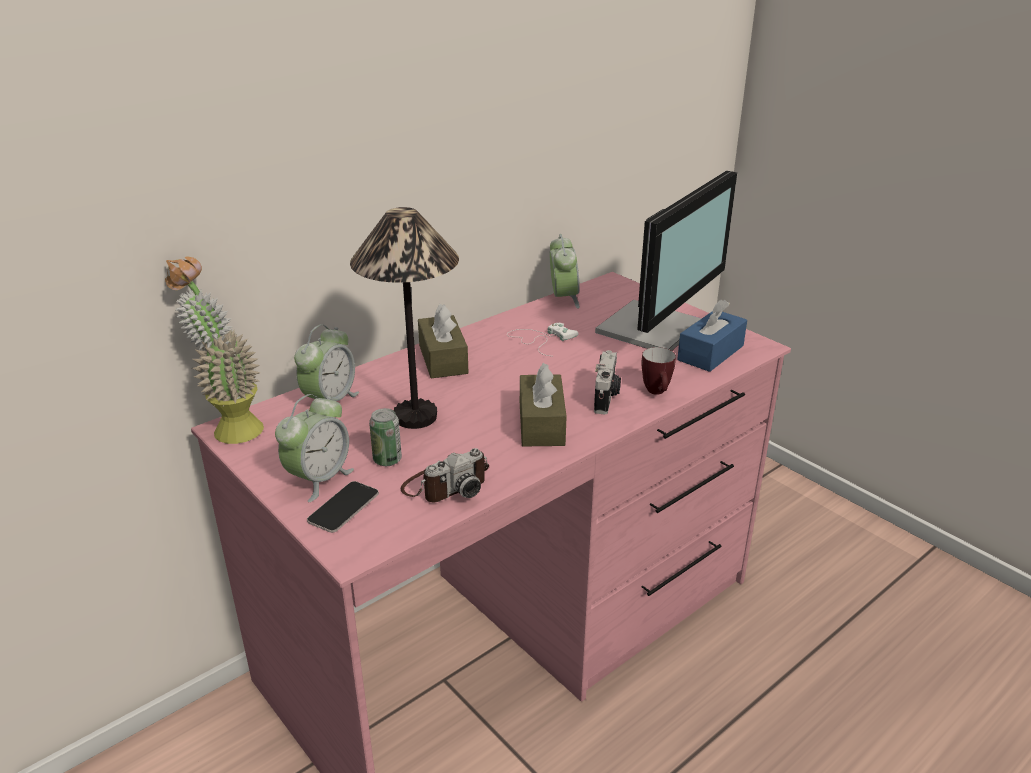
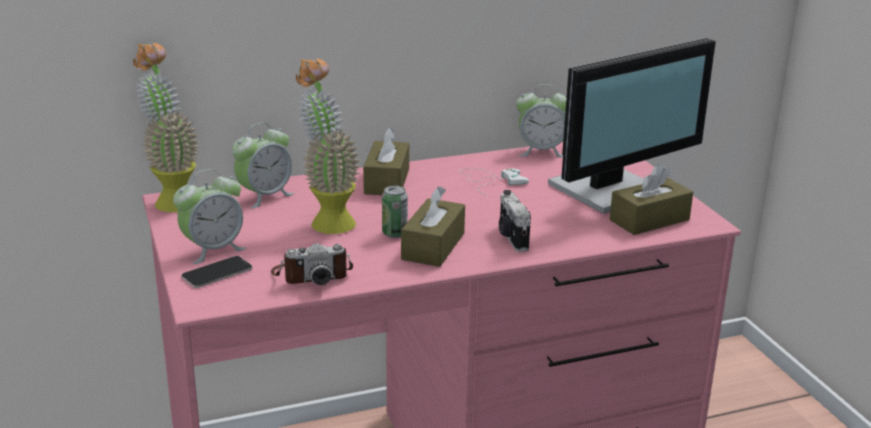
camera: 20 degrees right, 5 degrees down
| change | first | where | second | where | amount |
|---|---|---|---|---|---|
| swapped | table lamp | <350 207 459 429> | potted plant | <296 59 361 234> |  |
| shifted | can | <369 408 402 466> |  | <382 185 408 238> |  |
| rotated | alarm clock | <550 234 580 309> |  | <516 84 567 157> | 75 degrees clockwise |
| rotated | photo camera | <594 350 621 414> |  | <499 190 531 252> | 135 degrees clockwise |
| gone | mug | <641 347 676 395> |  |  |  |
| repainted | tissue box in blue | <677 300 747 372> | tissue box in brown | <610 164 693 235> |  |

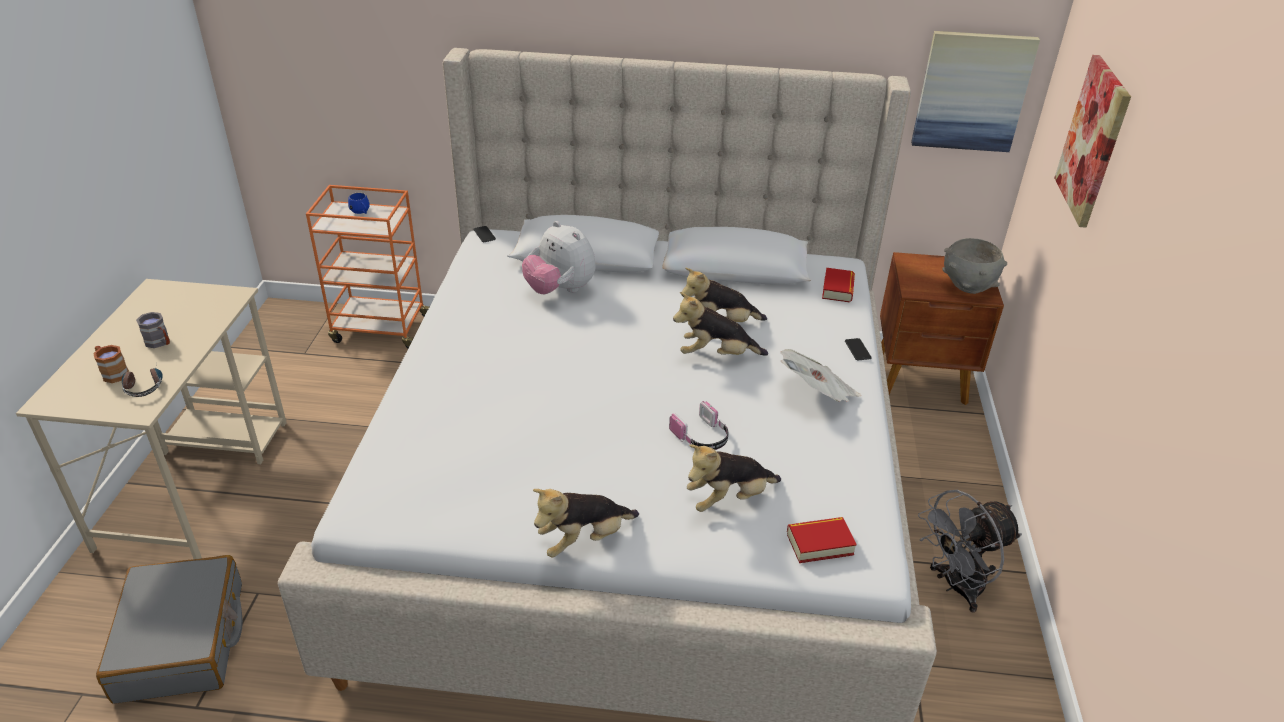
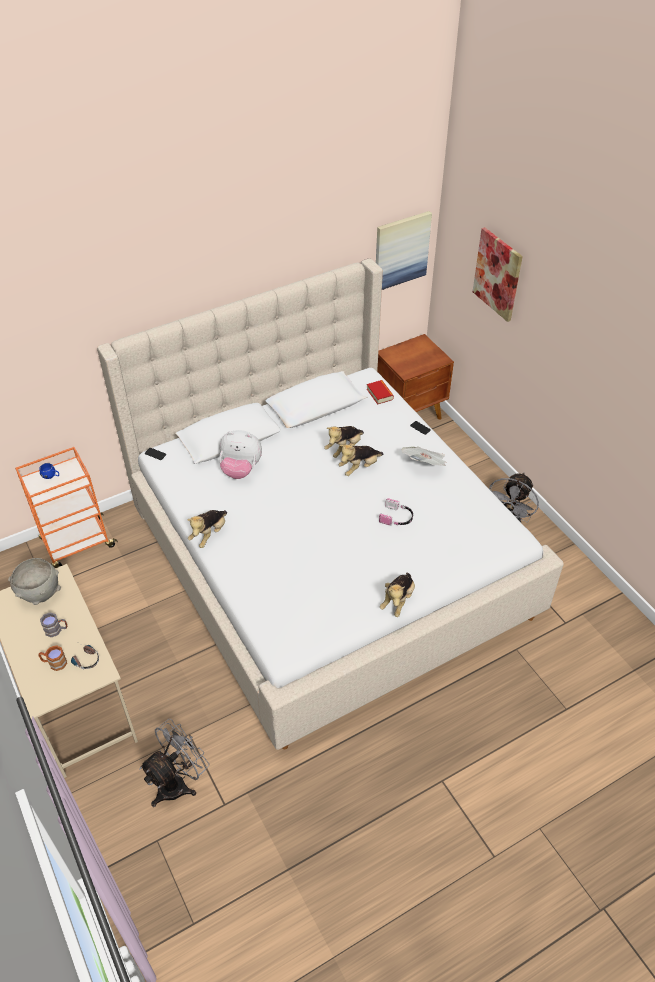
camera: 35 degrees left, 10 degrees up
| change | first | where | second | where | amount |
|---|---|---|---|---|---|
| swapped | suitcase in grey | <96 555 243 704> | fan in grey | <139 719 209 807> |  |
| shifted | plush toy | <687 444 781 512> |  | <187 510 227 548> |  |
| gone | book | <787 517 857 563> |  |  |  |
| shifted | bowl in grey | <942 238 1007 294> |  | <8 558 61 605> |  |

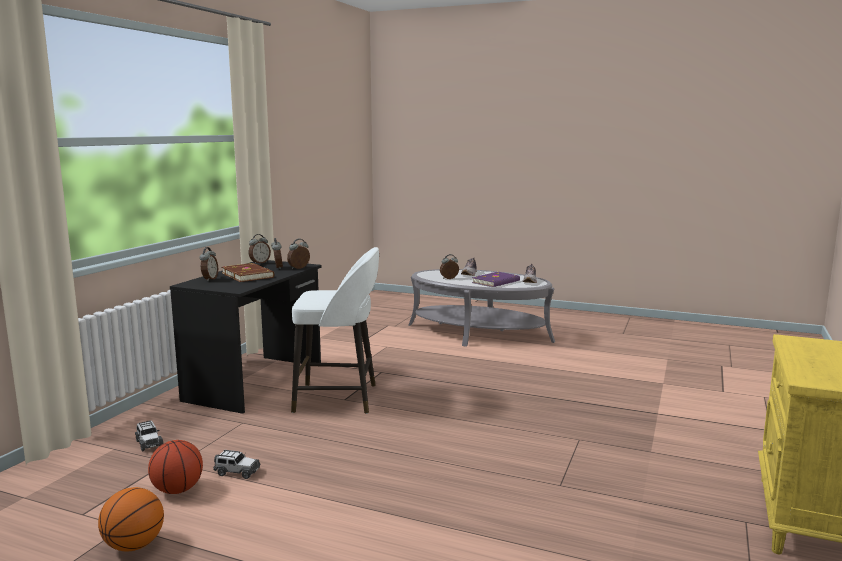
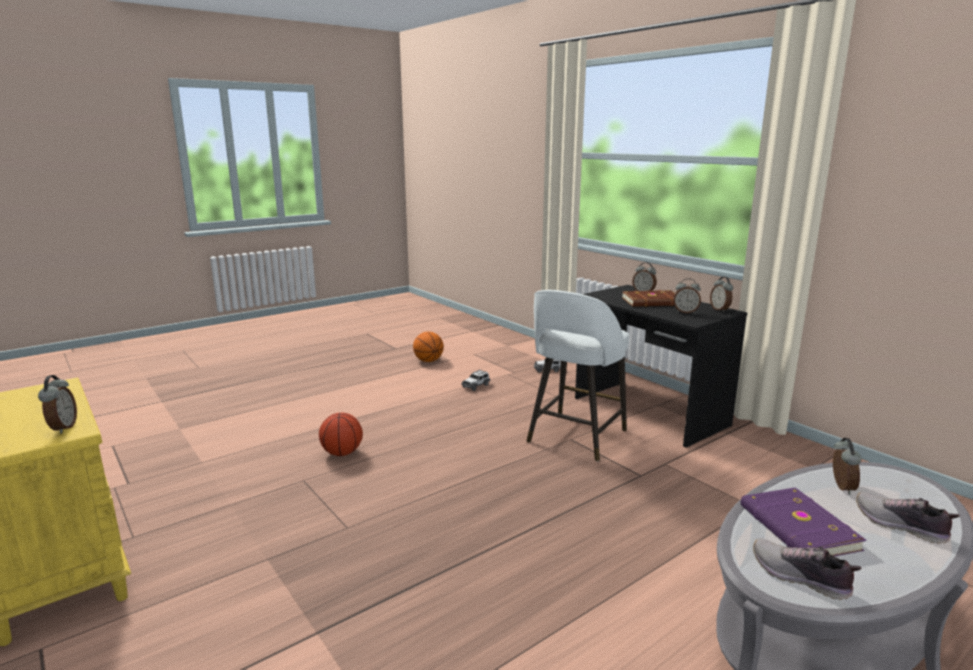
camera: 120 degrees right, 5 degrees up
| change | first | where | second | where | amount |
|---|---|---|---|---|---|
| shifted | basketball | <148 440 203 494> |  | <319 413 363 456> |  |
| shifted | alarm clock | <287 239 310 269> |  | <38 375 77 434> |  |

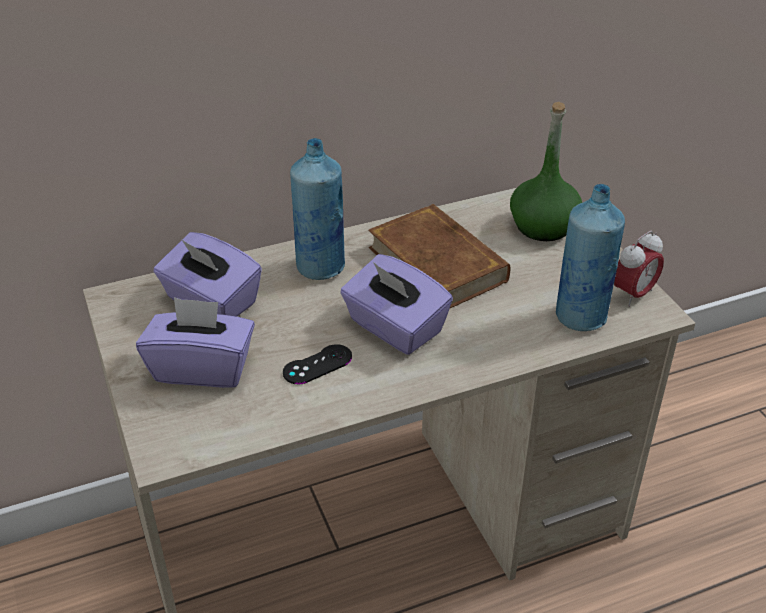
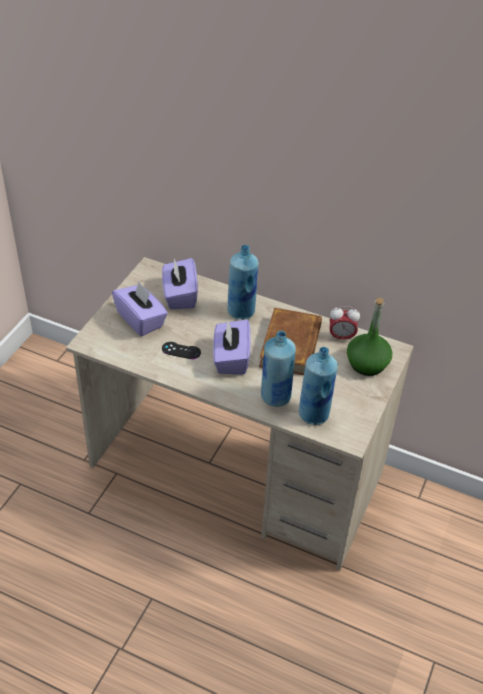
camera: 45 degrees right, 5 degrees up
| change | first | where | second | where | amount |
|---|---|---|---|---|---|
| shifted | alarm clock | <614 231 664 307> |  | <329 306 360 340> |  |
| new |  |  | bottle in blue | <261 331 296 407> |  |

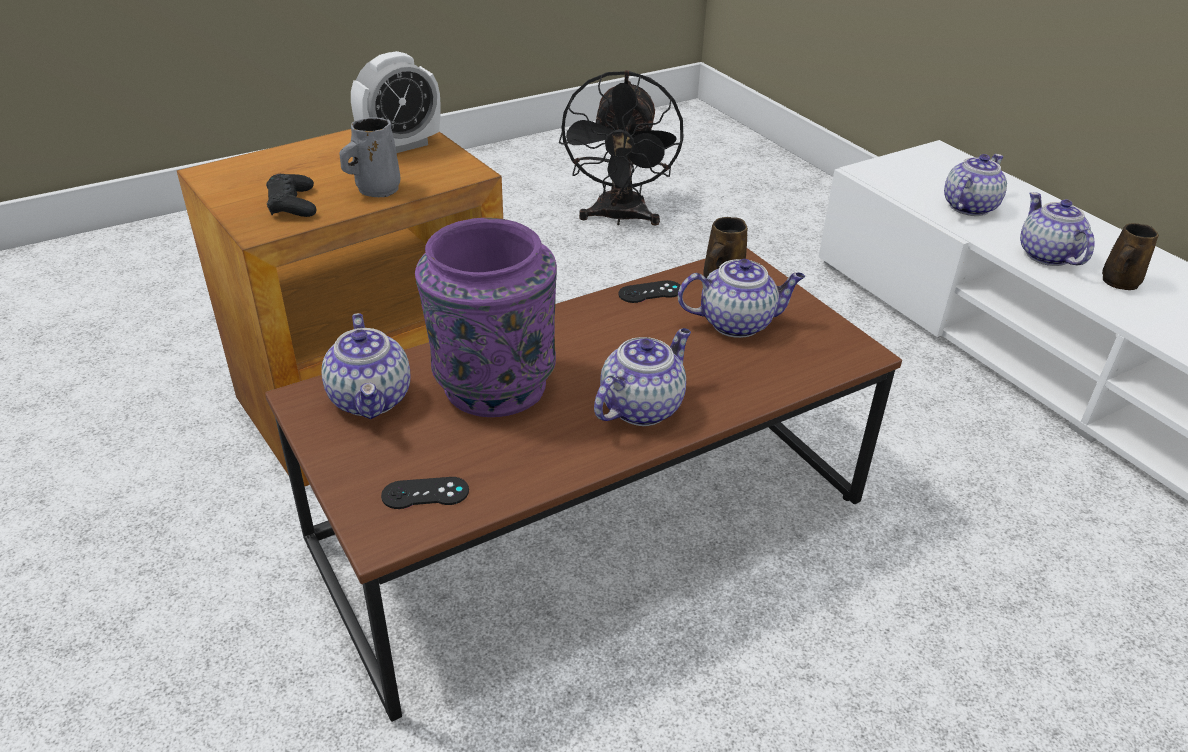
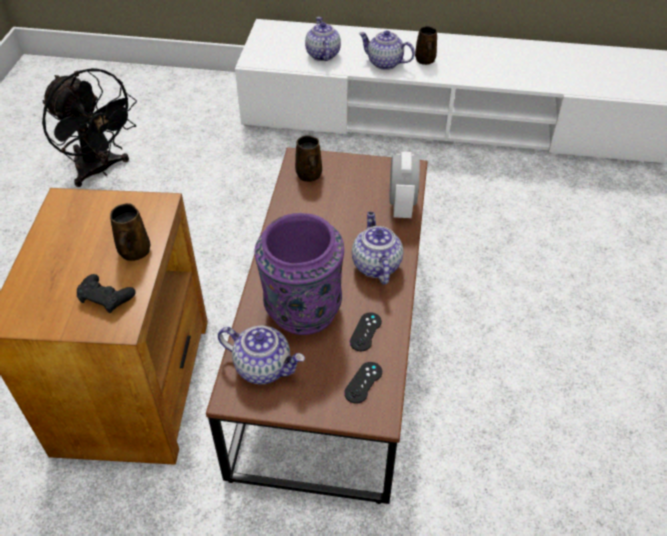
camera: 50 degrees left, 10 degrees up
| change | first | where | second | where | amount |
|---|---|---|---|---|---|
| repainted | mug in grey | <340 117 400 197> | mug in brown | <110 203 150 261> |  |
| shifted | alarm clock | <351 51 441 153> |  | <389 152 420 218> |  |
| shifted | game controller in black | <618 280 681 303> |  | <350 312 382 351> |  |
| gone | teapot | <678 259 805 338> |  |  |  |

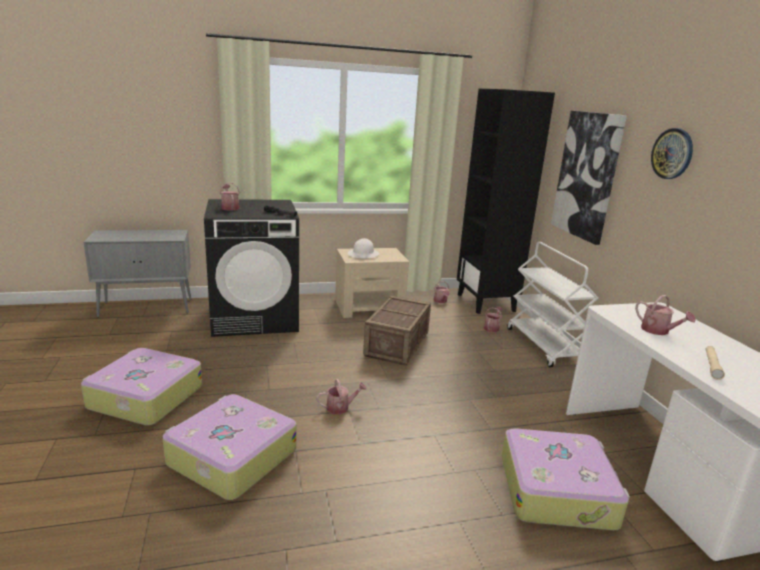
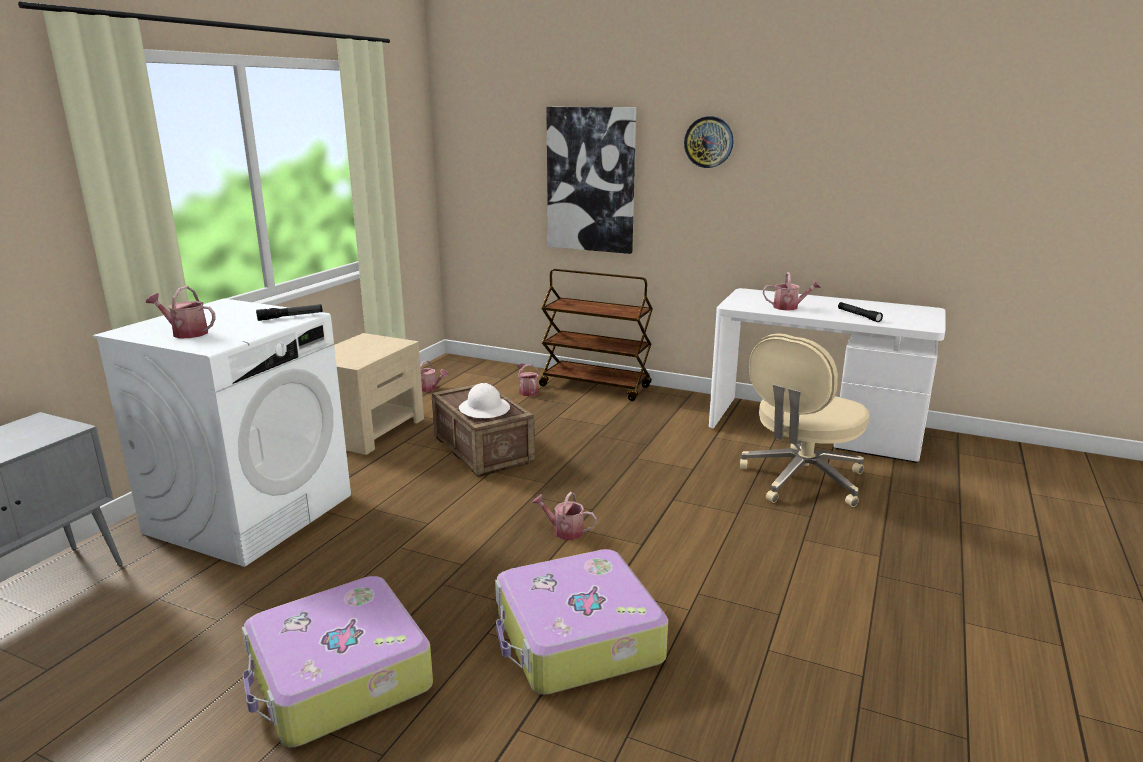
camera: 50 degrees left, 0 degrees up
| change | first | where | second | where | amount |
|---|---|---|---|---|---|
| repainted | washing machine in black | <204 199 299 337> | washing machine in white | <93 298 351 567> |  |
| rotated | watering can | <317 379 367 415> |  | <532 492 597 540> | 90 degrees counterclockwise |
| shifted | hard hat in white | <348 238 379 259> |  | <459 383 510 418> |  |
| gone | bookcase in black | <457 89 555 314> |  |  |  |
| swapped | suitcase | <502 428 630 530> | office chair in beige | <739 333 870 507> |  |
| repainted | cart in white | <507 242 598 367> | cart in brown | <539 269 653 401> |  |
| repainted | flashlight in beige | <706 346 725 380> | flashlight in black | <838 302 883 322> |  |

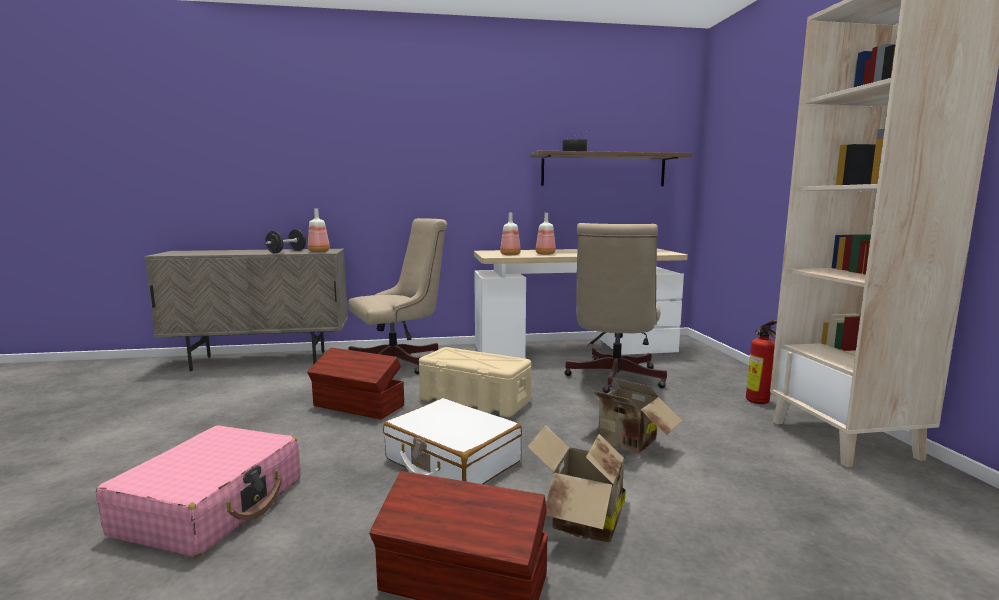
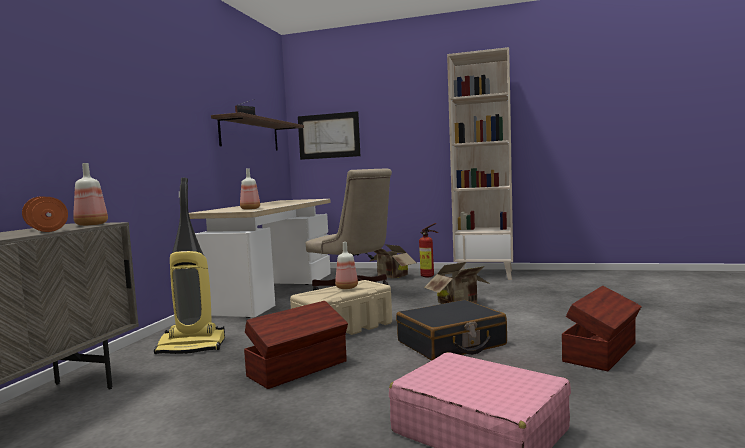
camera: 65 degrees left, 5 degrees down
| change | first | where | second | where | amount |
|---|---|---|---|---|---|
| repainted | dumbbell in black | <265 230 306 253> | dumbbell in orange | <22 196 68 232> |  |
| swapped | office chair in beige | <348 218 447 374> | vacuum cleaner | <154 177 225 354> |  |
| repainted | suitcase in white | <383 398 522 484> | suitcase in black | <396 300 507 361> |  |
| shifted | cardboard box | <527 425 628 543> |  | <370 244 416 279> |  |
| shifted | bottle | <536 213 556 255> |  | <335 242 358 289> |  |
| new |  |  | picture | <298 111 360 160> |  |

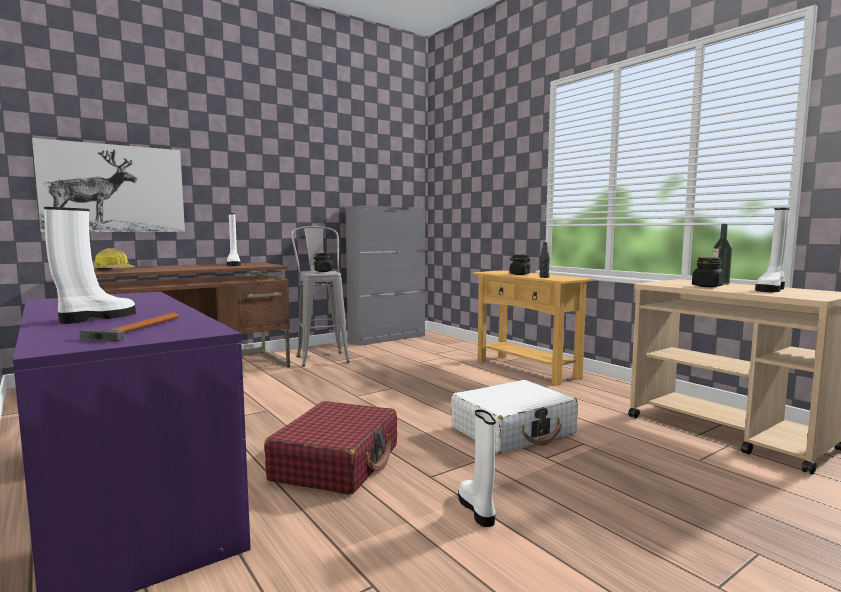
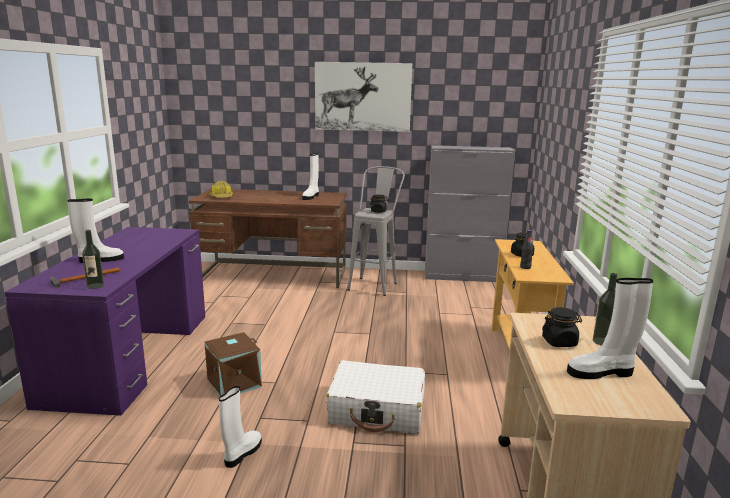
camera: 40 degrees right, 10 degrees up
| change | first | where | second | where | amount |
|---|---|---|---|---|---|
| shifted | picture | <32 138 185 232> |  | <315 62 412 132> |  |
| swapped | suitcase in red | <264 401 397 495> | storage box in brown | <205 332 262 397> |  |
| new |  |  | bottle | <82 230 104 289> |  |

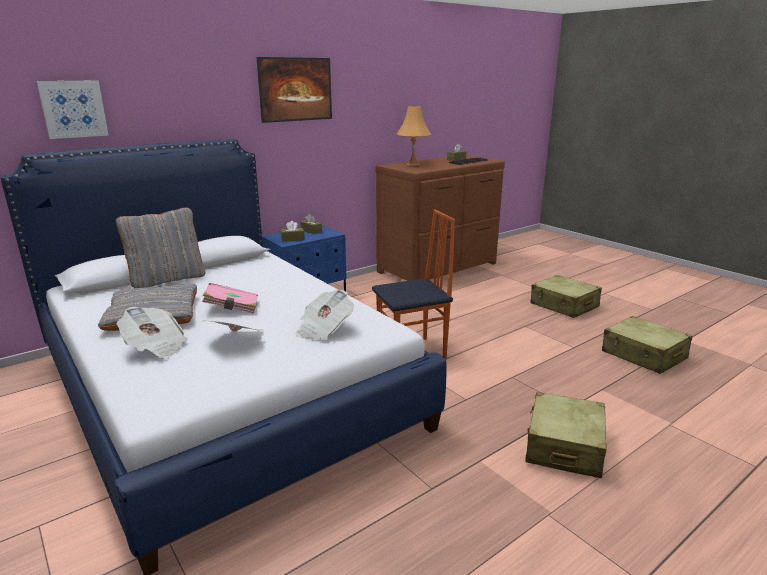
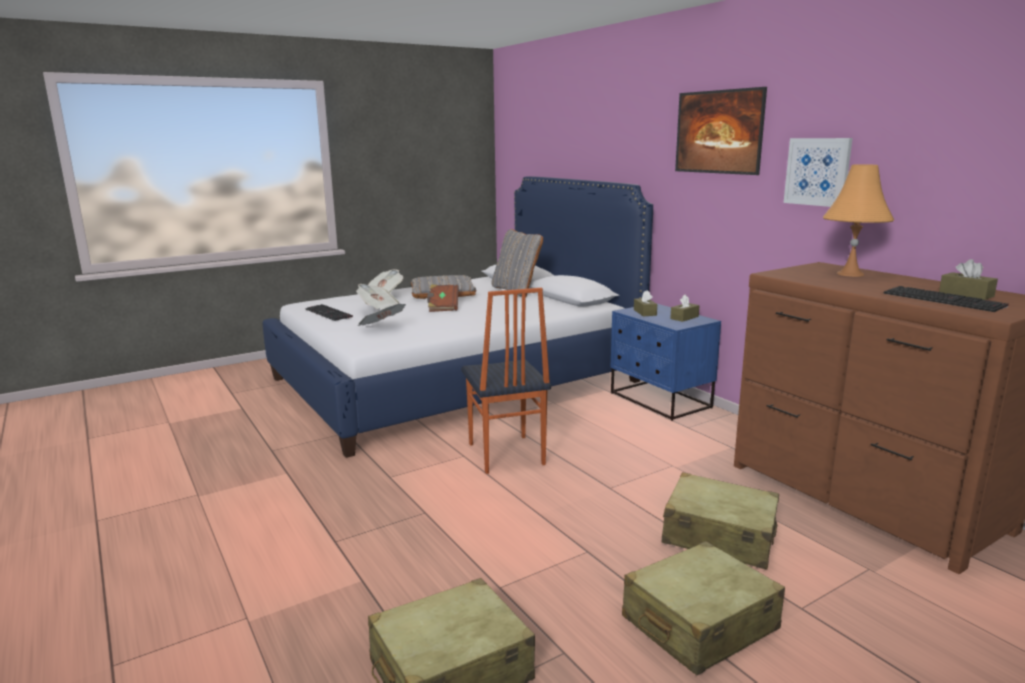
camera: 95 degrees right, 5 degrees down
| change | first | where | second | where | amount |
|---|---|---|---|---|---|
| shifted | picture | <37 80 109 139> |  | <784 138 853 207> |  |
| repainted | book in pink | <202 283 258 314> | book in brown | <427 285 459 312> |  |
| shifted | suitcase in beige | <525 392 607 478> |  | <662 472 779 570> |  |
| new |  |  | keyboard | <305 304 353 321> |  |

